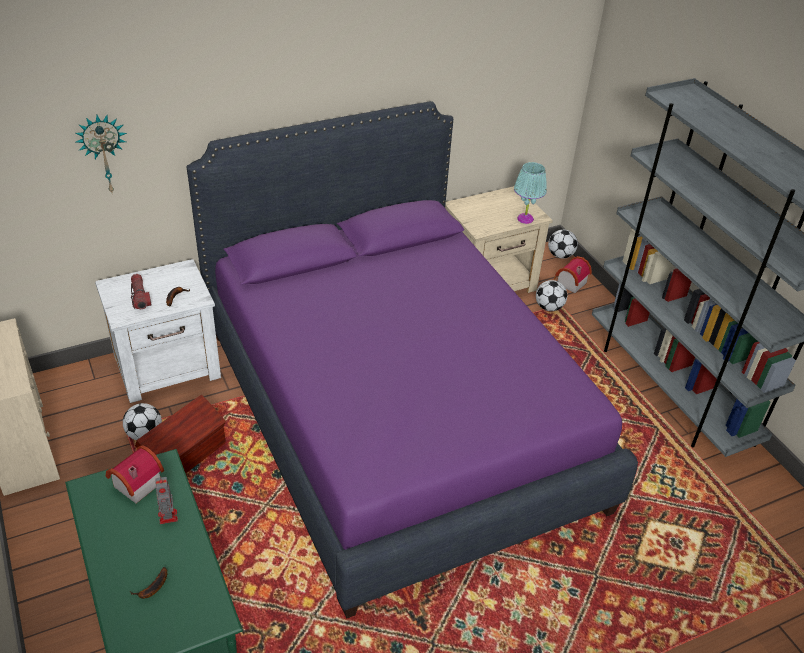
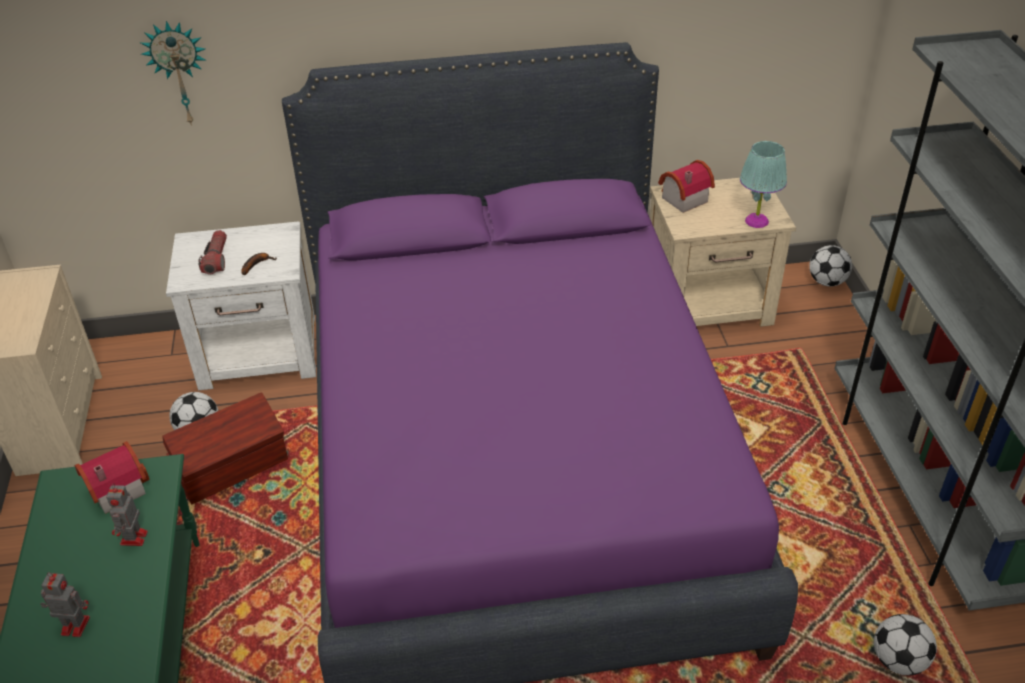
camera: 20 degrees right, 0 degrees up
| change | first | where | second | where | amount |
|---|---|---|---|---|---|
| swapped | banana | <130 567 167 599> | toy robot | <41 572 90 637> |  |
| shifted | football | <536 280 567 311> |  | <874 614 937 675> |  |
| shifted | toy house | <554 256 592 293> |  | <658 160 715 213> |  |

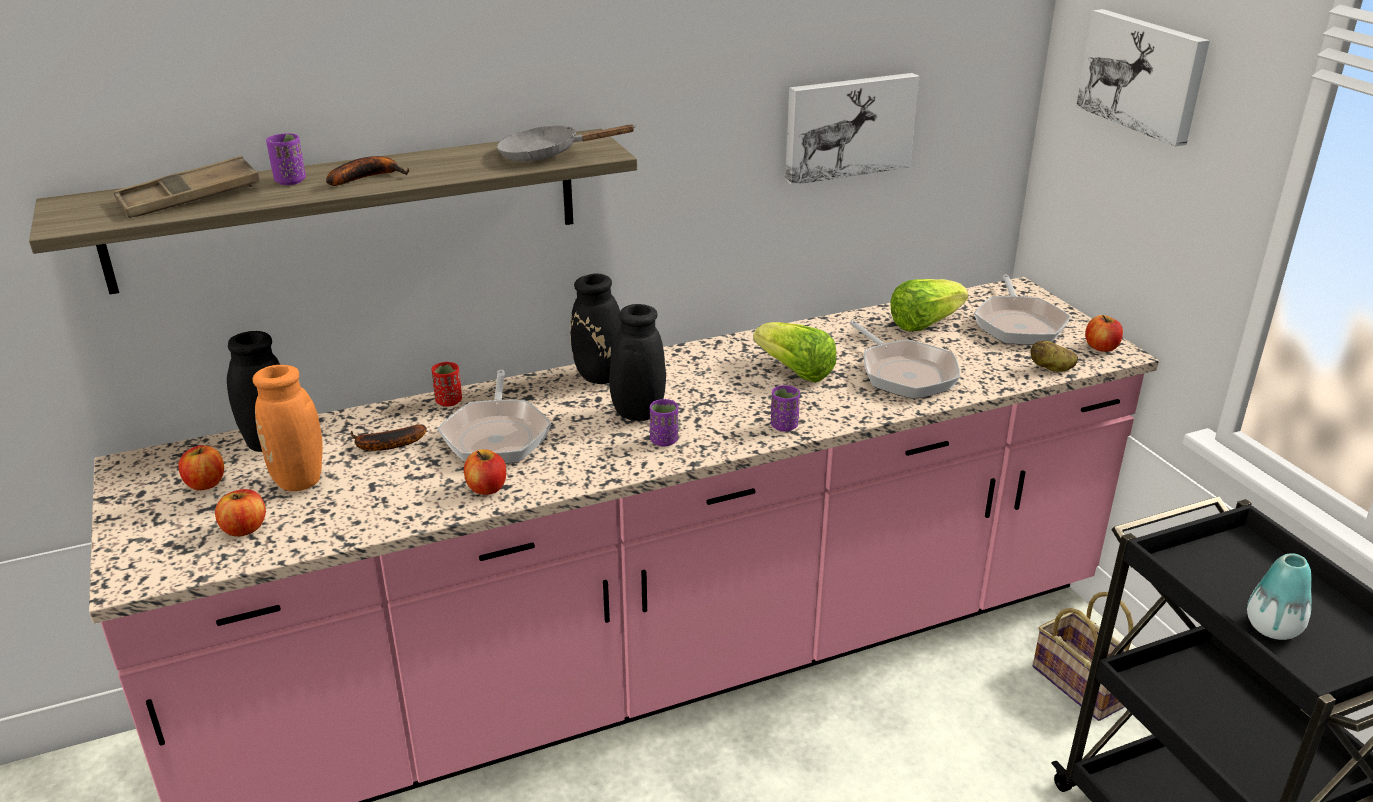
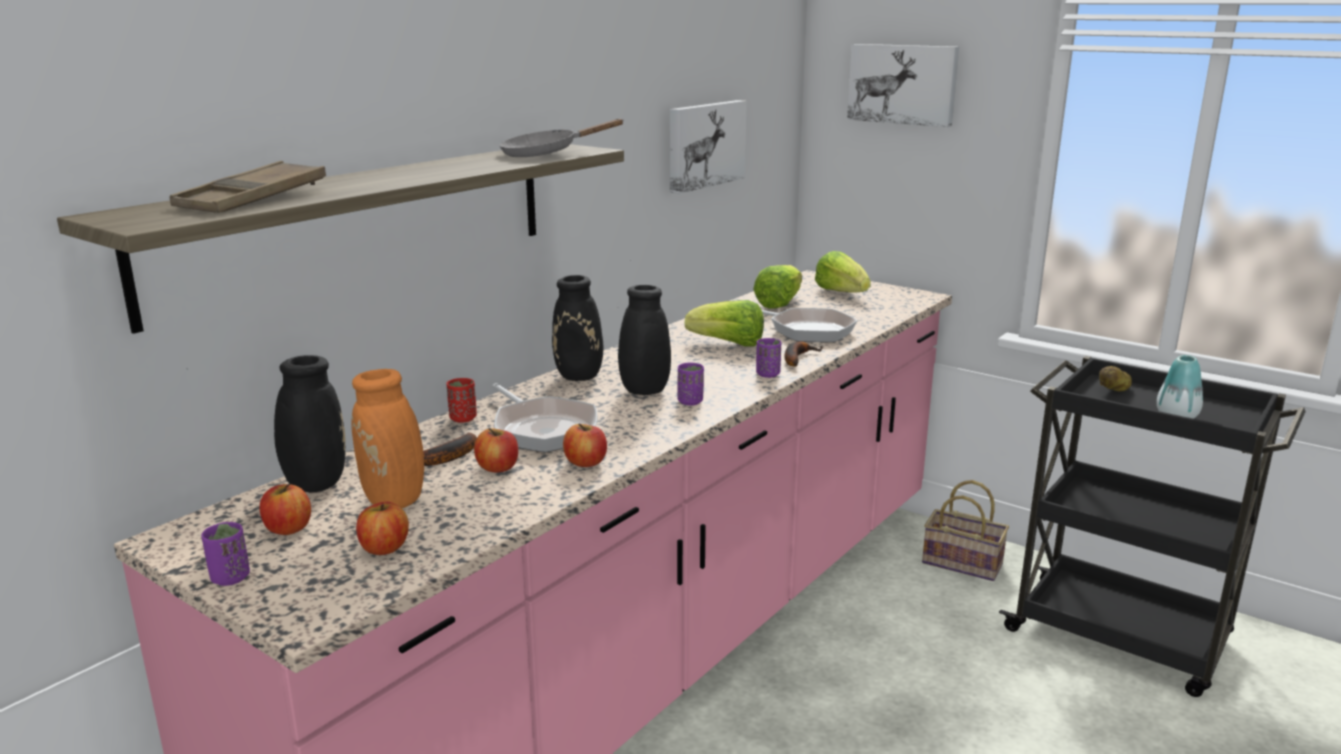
camera: 30 degrees left, 10 degrees down
| change | first | where | second | where | amount |
|---|---|---|---|---|---|
| shifted | cup in purple | <266 133 306 185> |  | <201 522 250 586> |  |
| shifted | banana | <326 156 409 186> |  | <785 341 823 367> |  |
| swapped | frying pan | <974 275 1071 345> | lettuce | <815 251 871 293> |  |
| shifted | potato | <1031 341 1078 372> |  | <1099 366 1132 391> |  |
| shifted | apple | <1085 315 1123 352> |  | <474 428 518 473> |  |

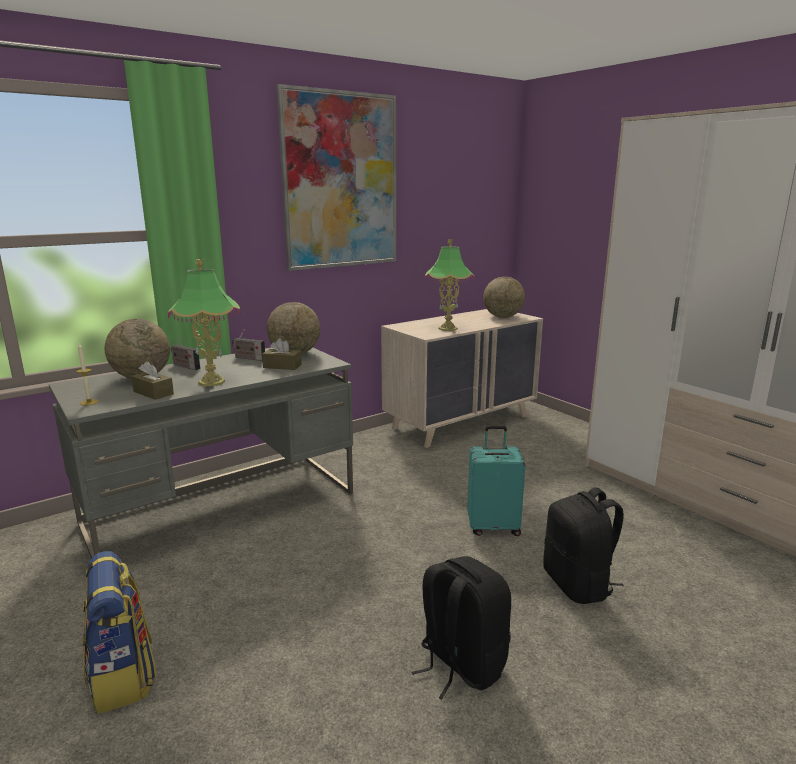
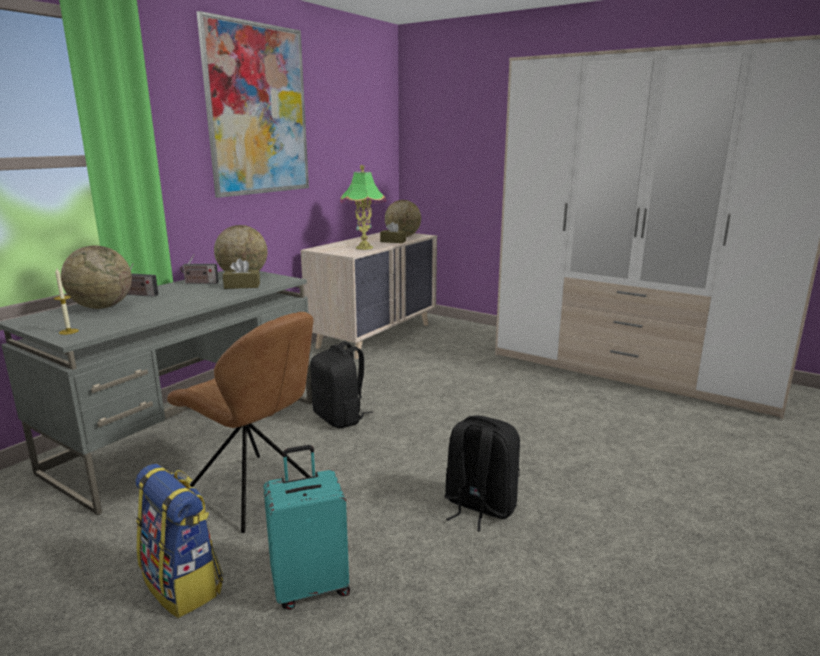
camera: 20 degrees left, 0 degrees up
| change | first | where | second | where | amount |
|---|---|---|---|---|---|
| shifted | tissue box in brown | <131 361 174 400> |  | <380 222 406 243> |  |
| gone | table lamp | <168 259 241 386> |  |  |  |
| shifted | suitcase in turquoise | <467 426 526 536> |  | <263 445 350 610> |  |
| shifted | backpack in black | <543 488 624 604> |  | <310 341 373 428> |  |
| new |  |  | chair in brown | <167 312 314 533> |  |

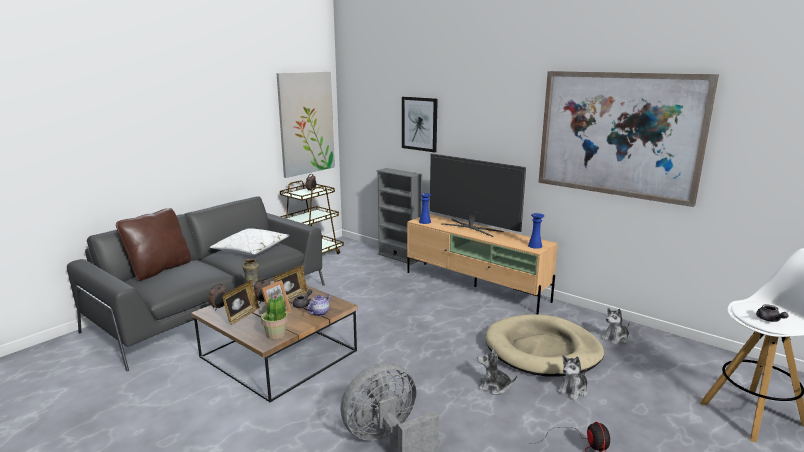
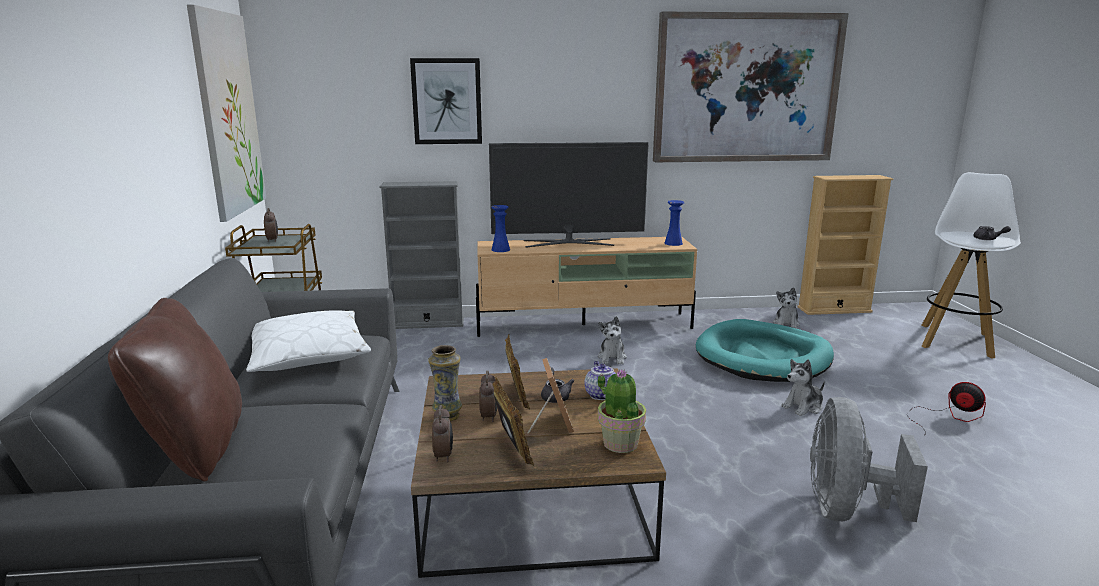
camera: 45 degrees left, 0 degrees up
| change | first | where | second | where | amount |
|---|---|---|---|---|---|
| repainted | dog bed in beige | <485 314 604 376> | dog bed in turquoise | <696 319 834 382> |  |
| shifted | plush toy | <558 355 588 401> |  | <598 316 627 364> |  |
| new |  |  | bookcase in beige | <798 175 893 315> |  |

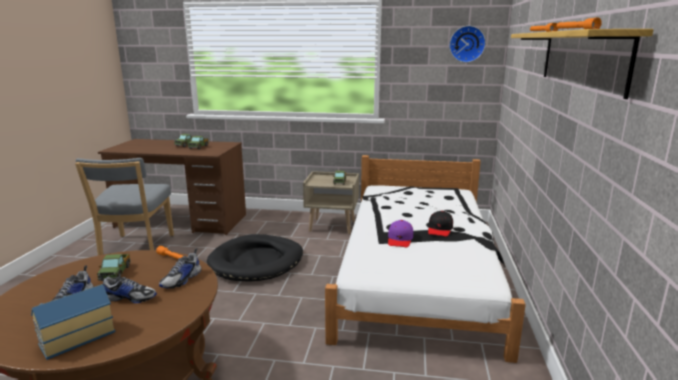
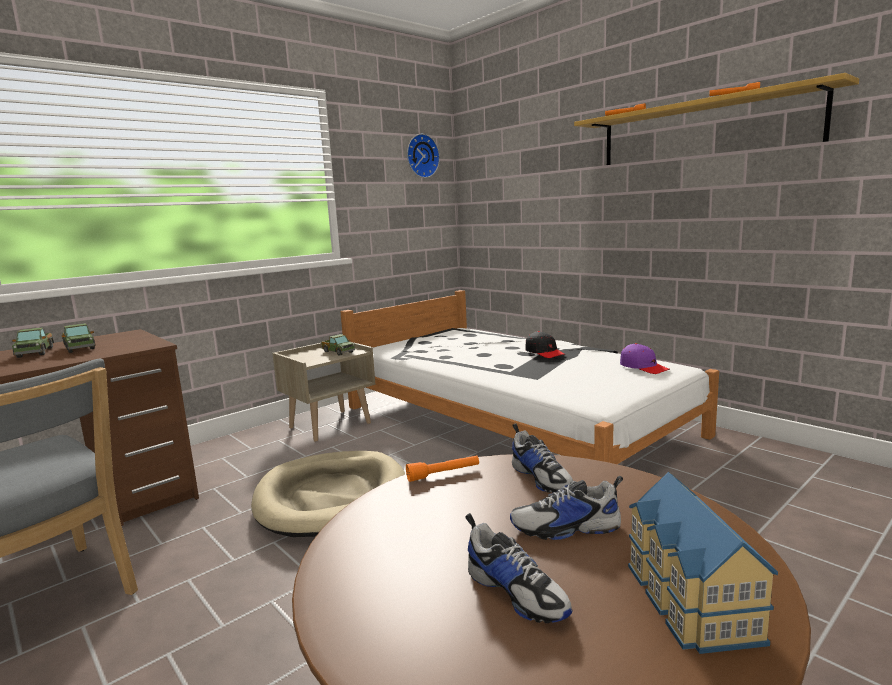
camera: 50 degrees left, 5 degrees down
| change | first | where | second | where | amount |
|---|---|---|---|---|---|
| gone | toy truck | <97 254 131 281> |  |  |  |
| rotated | shoe | <99 275 157 303> |  | <510 476 623 540> | 135 degrees counterclockwise |
| repainted | dog bed in black | <207 234 303 282> | dog bed in beige | <251 451 405 537> |  |
| shifted | cap in purple | <388 220 413 248> |  | <620 343 670 374> |  |

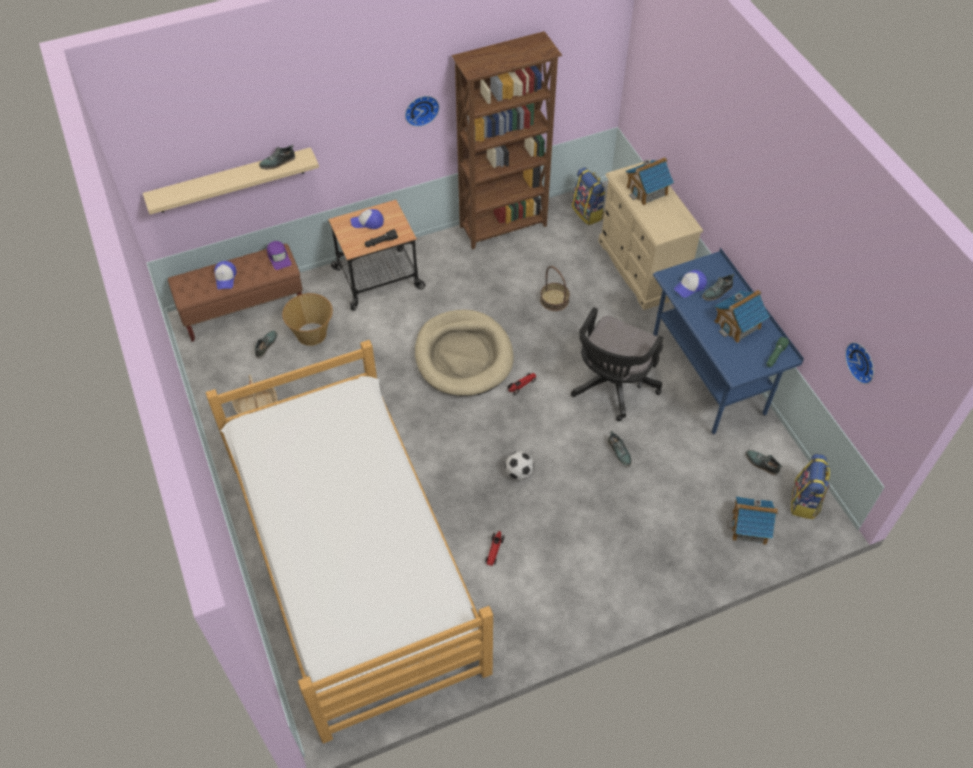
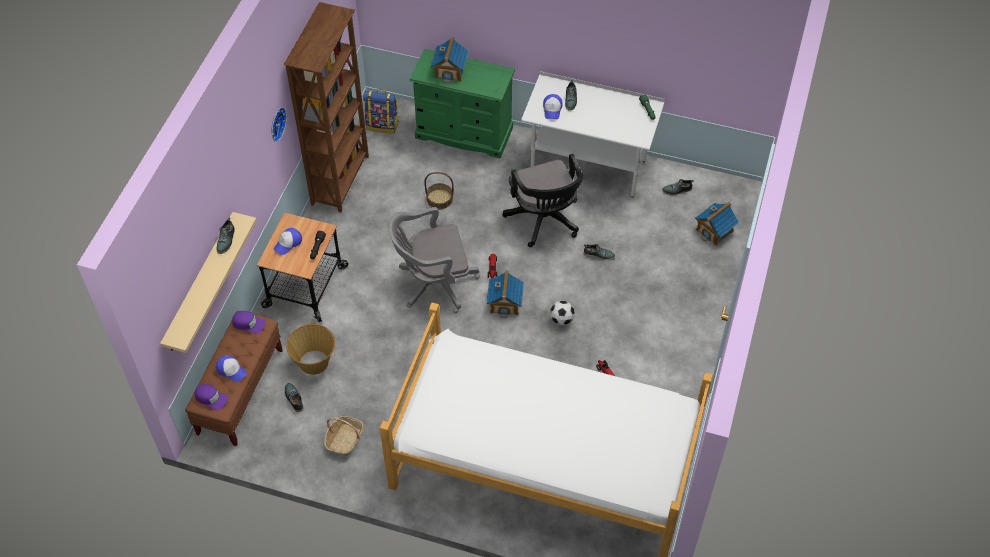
camera: 50 degrees left, 0 degrees up
| change | first | where | second | where | amount |
|---|---|---|---|---|---|
| swapped | dog bed in beige | <415 310 514 396> | office chair in grey | <389 207 480 313> |  |
| repainted | dresser in beige | <598 160 703 310> | dresser in green | <410 49 515 159> |  |
| repainted | desk in blue | <653 248 804 435> | desk in white | <521 71 665 198> |  |
| shifted | toy house | <714 290 770 343> |  | <486 270 524 318> |  |
| gone | backpack | <791 454 830 519> |  |  |  |
| gone | wall clock | <845 342 874 384> |  |  |  |
| new |  |  | cap in purple | <195 384 228 411> |  |

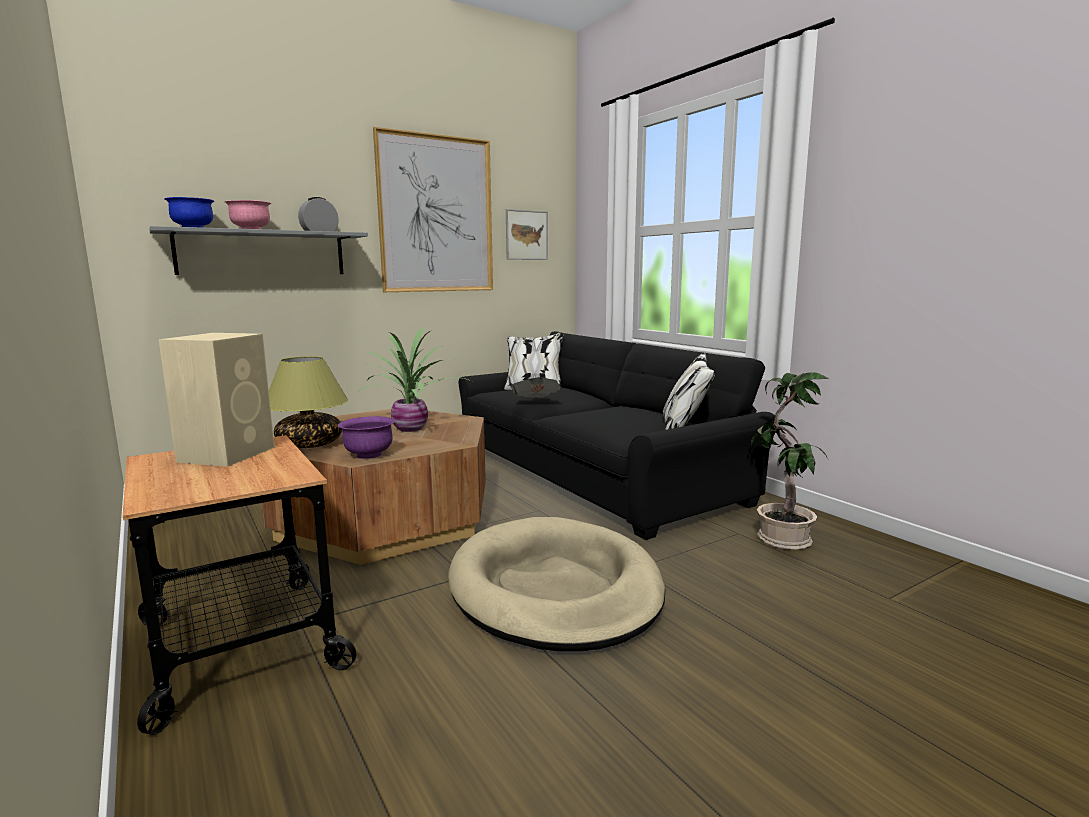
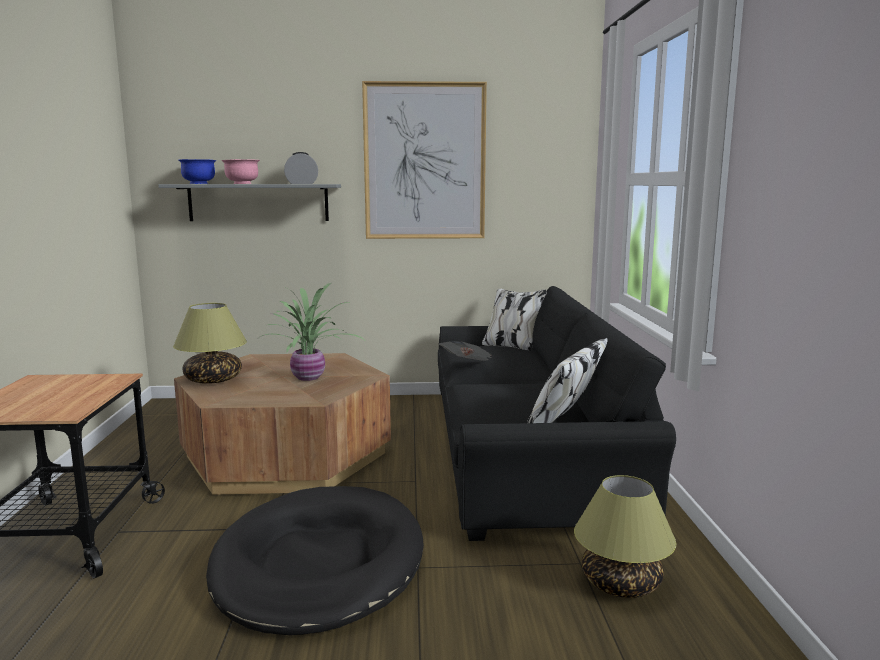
camera: 30 degrees right, 0 degrees up
| change | first | where | second | where | amount |
|---|---|---|---|---|---|
| gone | speaker in beige | <159 333 275 467> |  |  |  |
| gone | bowl in purple | <338 416 395 459> |  |  |  |
| repainted | dog bed in beige | <448 517 665 651> | dog bed in black | <206 486 424 635> |  |
| gone | picture | <506 209 548 260> |  |  |  |
| swapped | potted plant | <751 372 829 550> | table lamp | <574 475 677 598> |  |

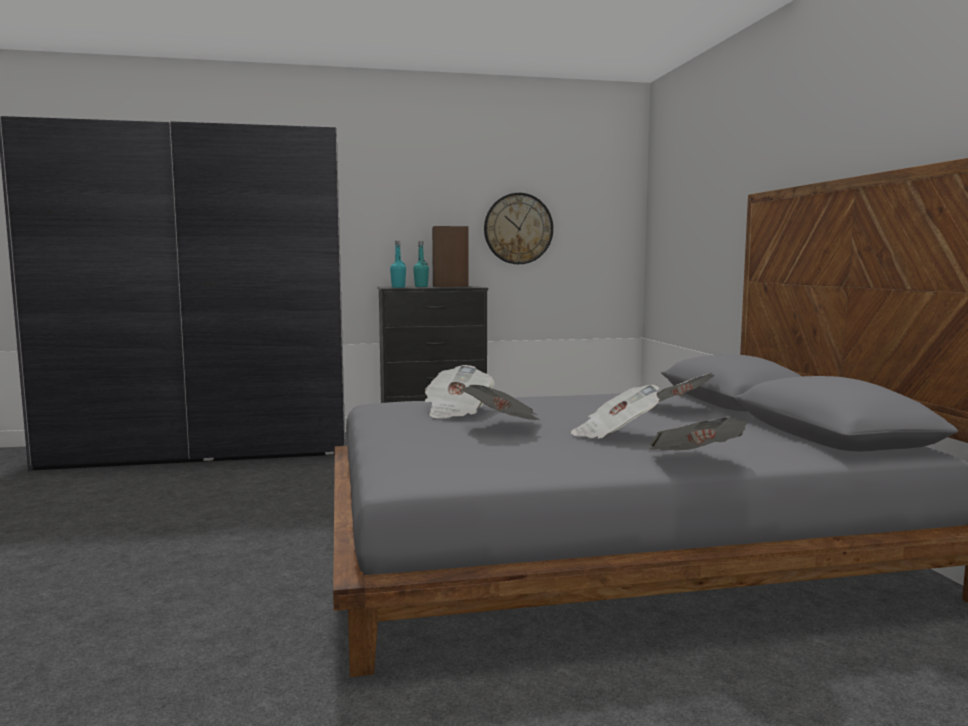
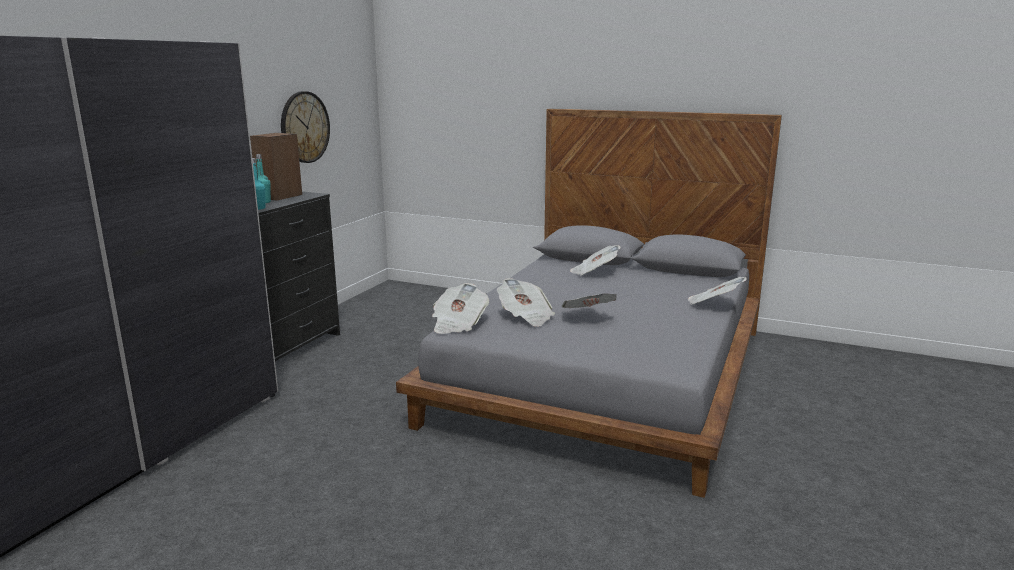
camera: 55 degrees left, 10 degrees up
| change | first | where | second | where | amount |
|---|---|---|---|---|---|
| shifted | newspaper | <571 385 660 439> |  | <432 283 489 334> |  |

